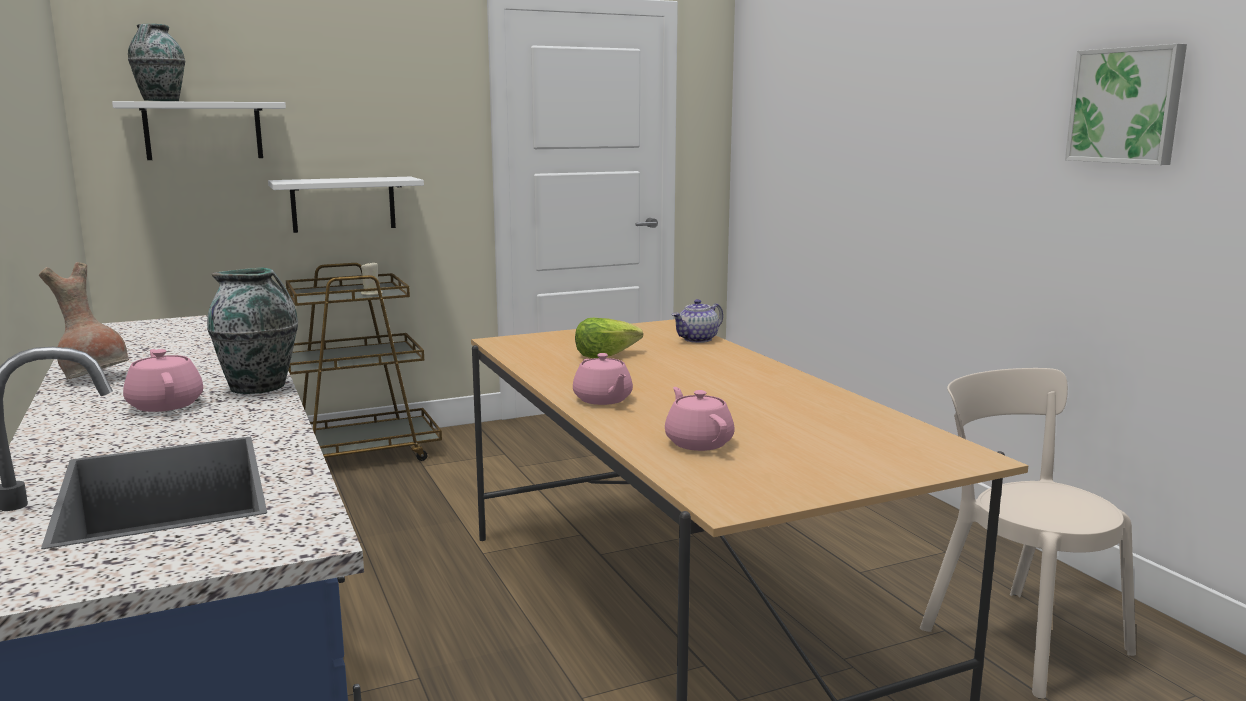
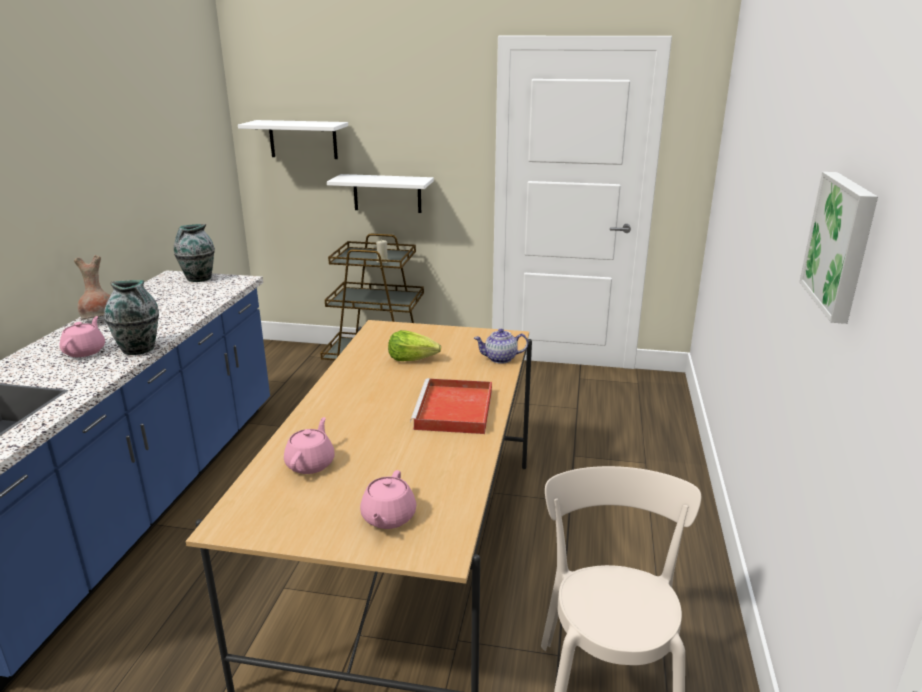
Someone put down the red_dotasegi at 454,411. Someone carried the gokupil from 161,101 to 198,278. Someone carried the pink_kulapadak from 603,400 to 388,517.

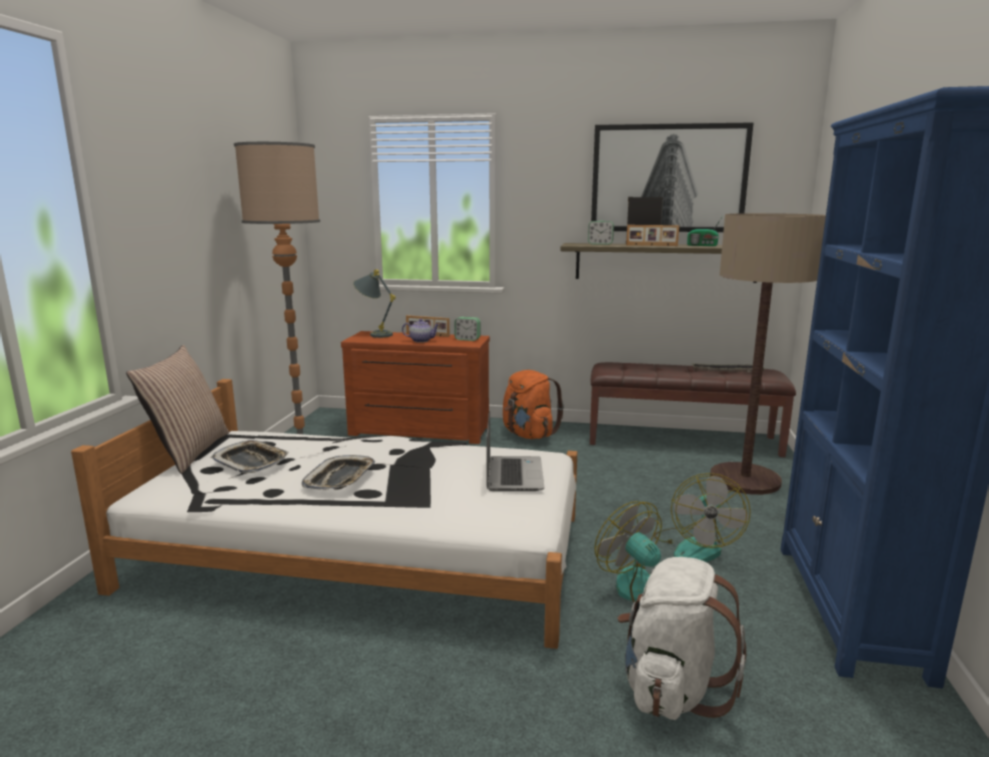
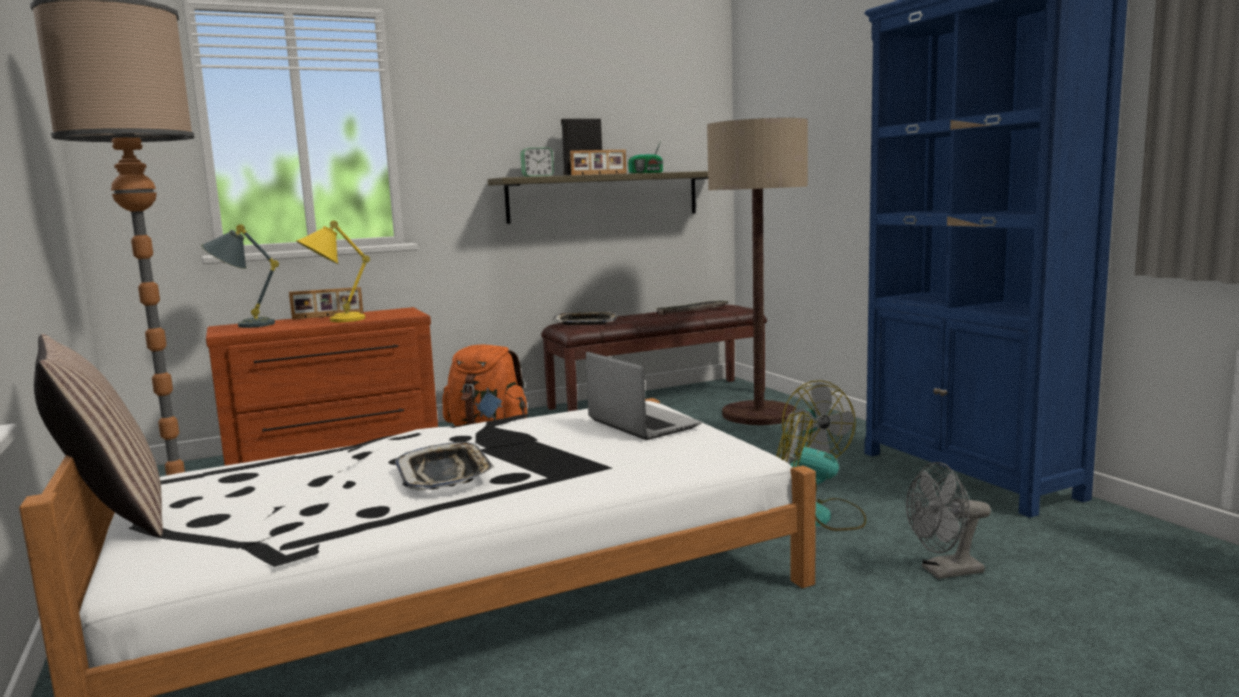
Someone took away the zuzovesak at 467,339. Someone took away the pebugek at 668,178. Someone carried the dotasegi from 251,462 to 585,323. Someone swapped the kulapadak at 421,340 for the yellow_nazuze at 334,321. Someone swapped the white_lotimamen at 671,688 for the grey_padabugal at 944,572.

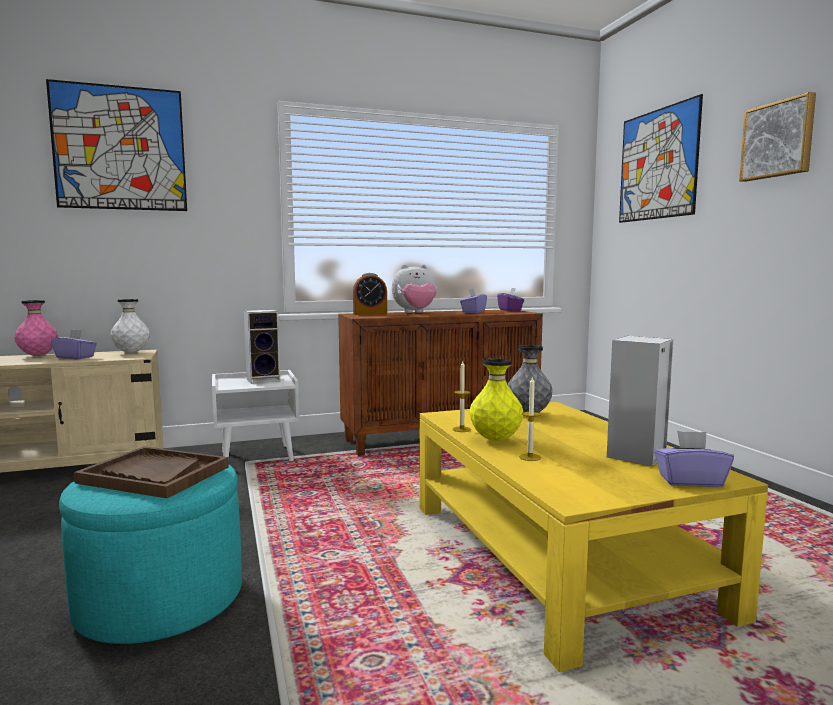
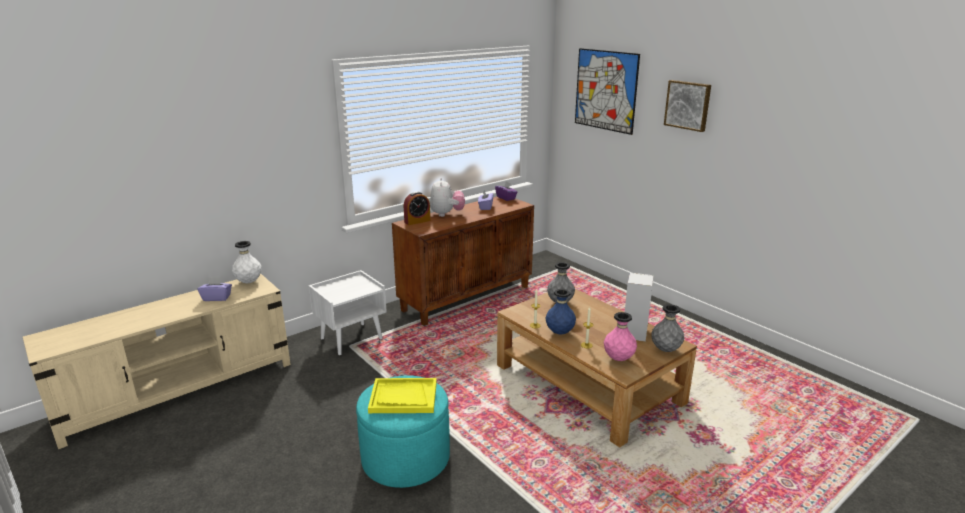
Someone took away the pebugek at 120,148. Someone took away the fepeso at 264,380. Someone carried the pink_gokupil from 38,355 to 618,359. Someone swapped the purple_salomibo at 690,481 for the grey_gokupil at 665,350. Someone repainted the brown_dotasegi at 154,475, which became the yellow_dotasegi at 403,397. Someone repainted the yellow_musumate at 556,556, which became the brown_musumate at 588,384. Someone repainted the yellow_gokupil at 495,440, which became the blue_gokupil at 559,332. Someone rotated the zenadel at 415,313 by 60 degrees counterclockwise.

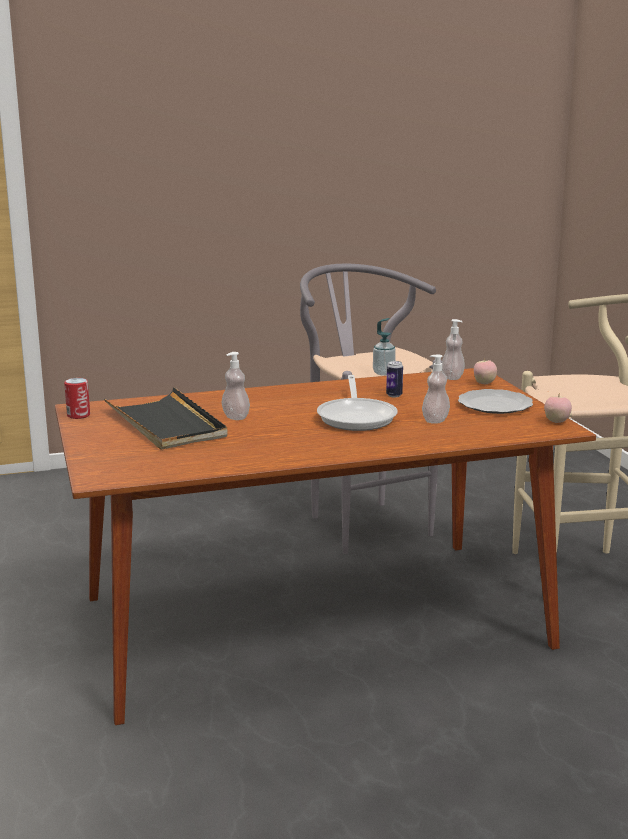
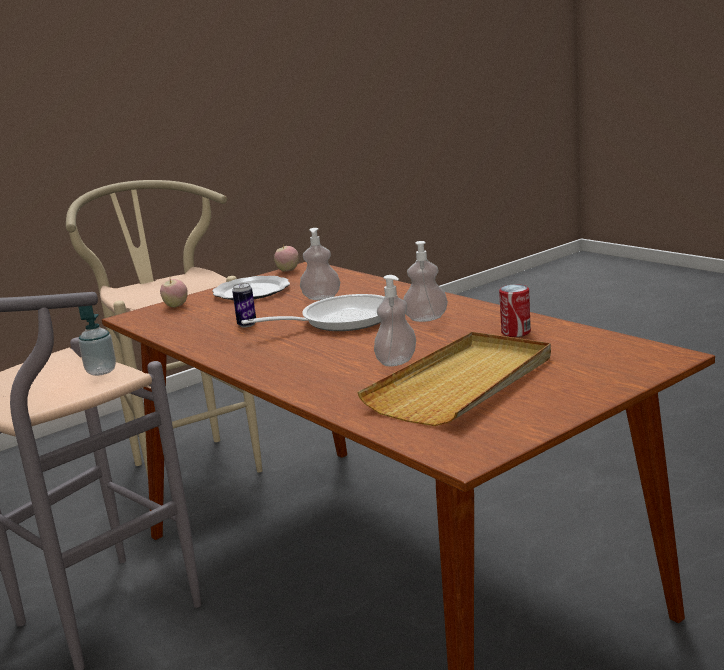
Someone carried the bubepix from 78,415 to 516,332. Someone carried the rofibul from 452,377 to 426,319. Someone repainted the black_dotasegi at 166,424, which became the beige_dotasegi at 463,383.

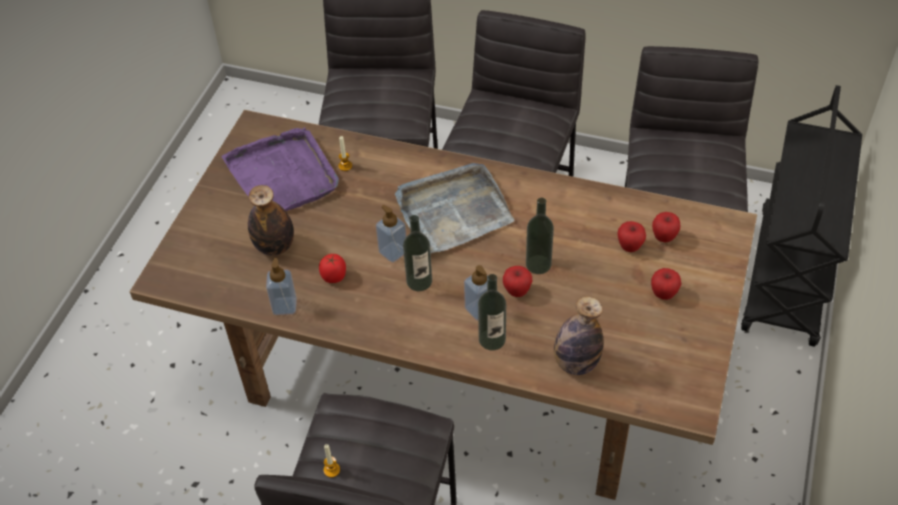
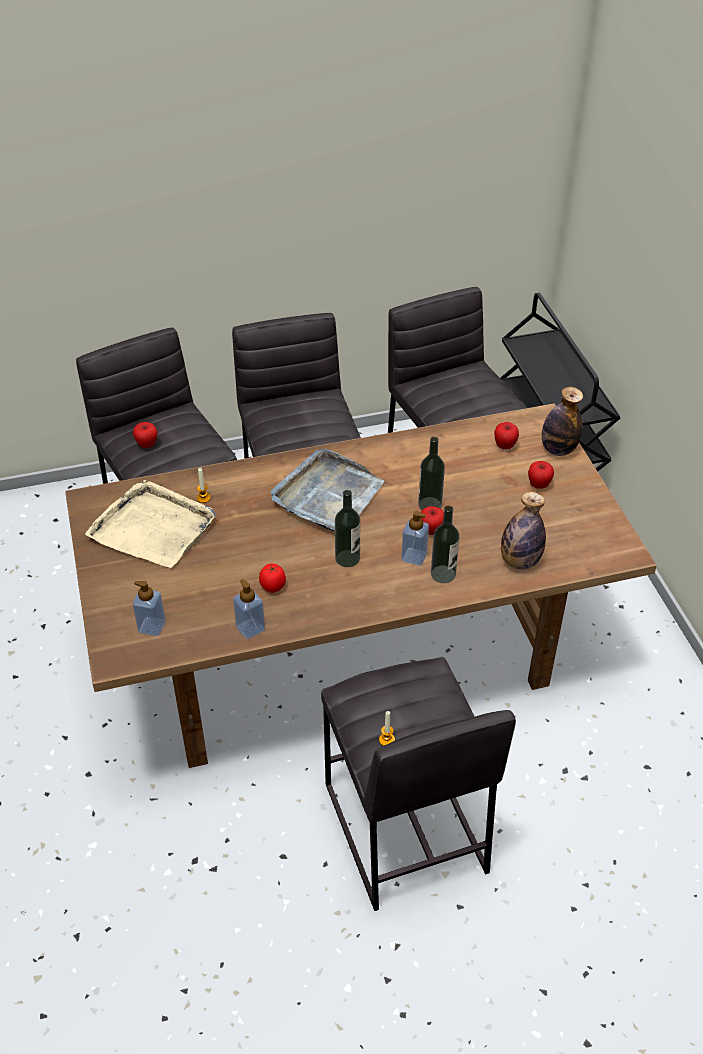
Someone carried the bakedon from 275,246 to 558,449. Someone carried the rofibul from 393,252 to 152,627. Someone carried the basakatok from 629,247 to 147,445. Someone repainted the purple_dotasegi at 283,175, which became the beige_dotasegi at 153,528.

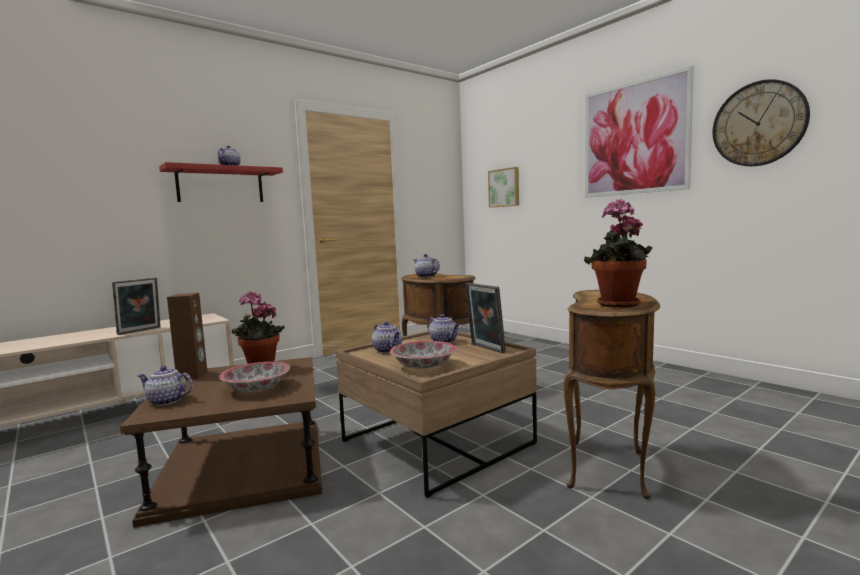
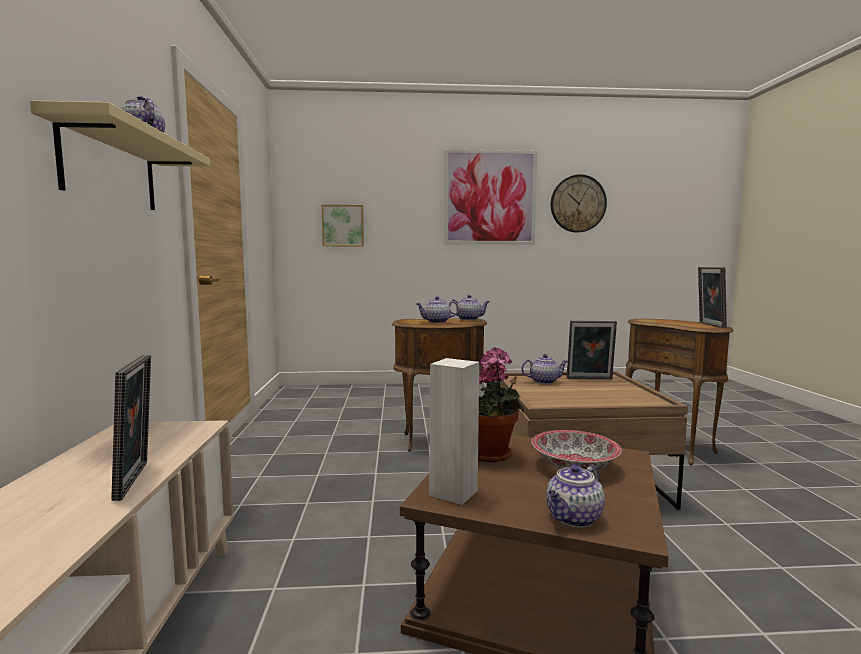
Someone took away the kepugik at 423,366. Someone carried the kulapadak from 388,350 to 469,319. Someone swapped the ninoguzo at 618,305 for the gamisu at 709,325. Someone repainted the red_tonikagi at 220,185, which became the beige_tonikagi at 110,168. Someone repainted the brown_fepeso at 192,375, which became the white_fepeso at 453,493.

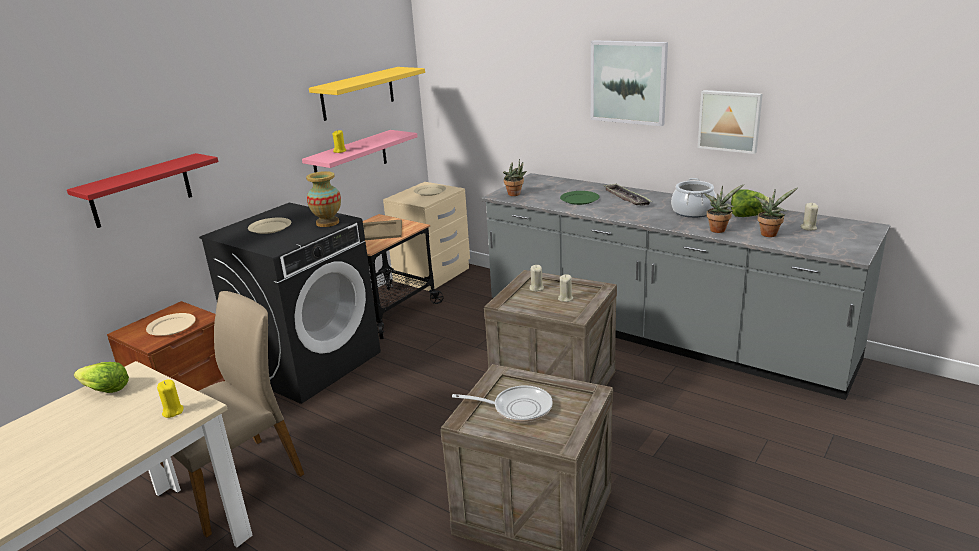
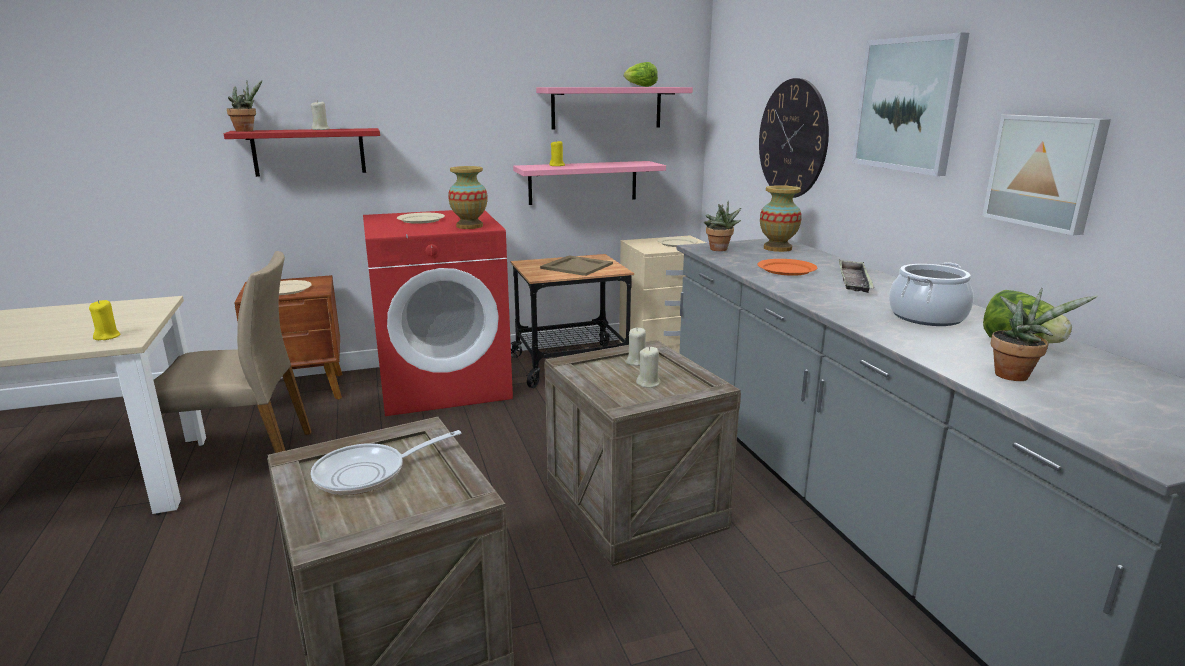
Someone put up the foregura at 792,139. Someone put down the gokupil at 777,248. Someone carried the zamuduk from 105,390 to 639,86. Someone carried the ninoguzo from 718,229 to 247,131. Someone carried the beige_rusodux from 808,228 to 321,129. Someone repainted the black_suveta at 309,362, which became the red_suveta at 444,384. Someone repainted the yellow_tonikagi at 358,93, which became the pink_tonikagi at 606,107. Someone repainted the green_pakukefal at 580,199, which became the orange_pakukefal at 787,269. Someone rotated the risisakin at 517,408 by 105 degrees clockwise.

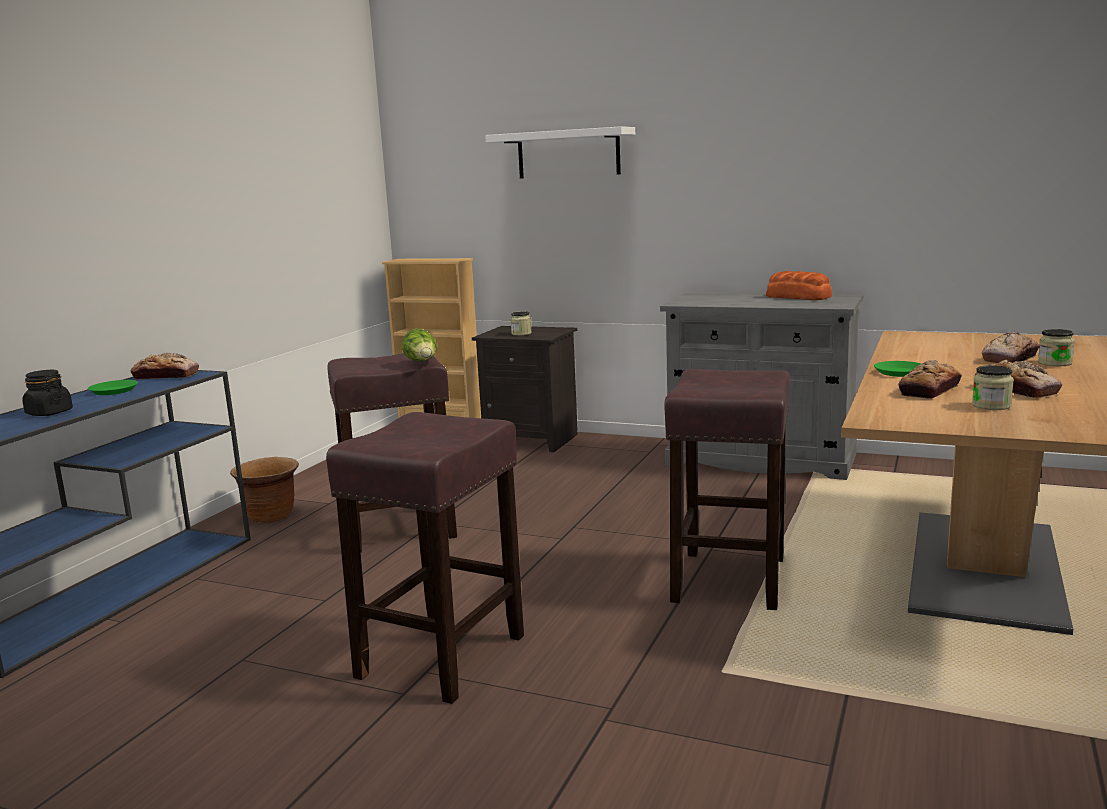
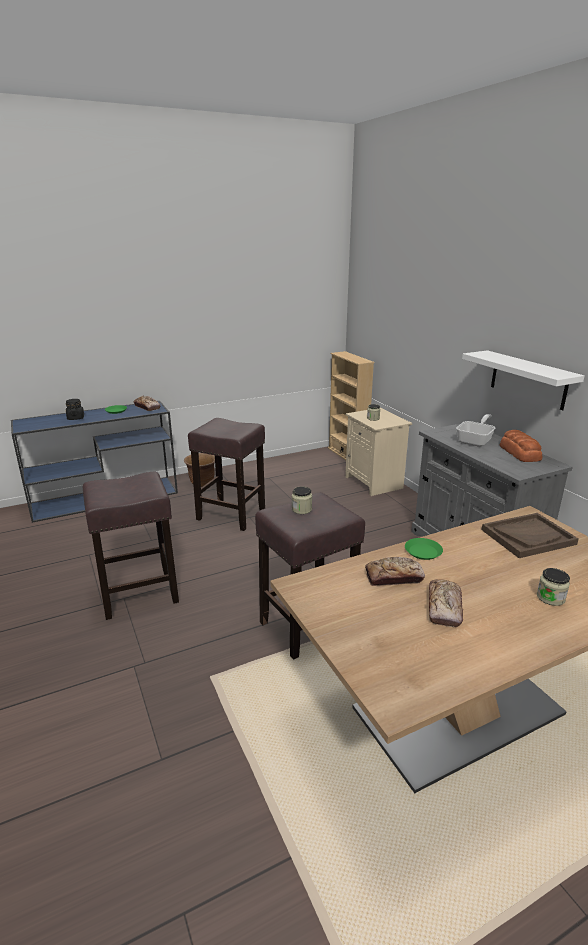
Someone took away the zamuduk at 422,362. Someone took away the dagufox at 1010,358. Someone put down the risisakin at 476,440. Someone put down the brown_dotasegi at 528,537. Someone carried the white_tonikagi from 568,154 to 528,379. Someone carried the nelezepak from 991,406 to 301,509. Someone repainted the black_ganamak at 533,440, which became the beige_ganamak at 375,482.

